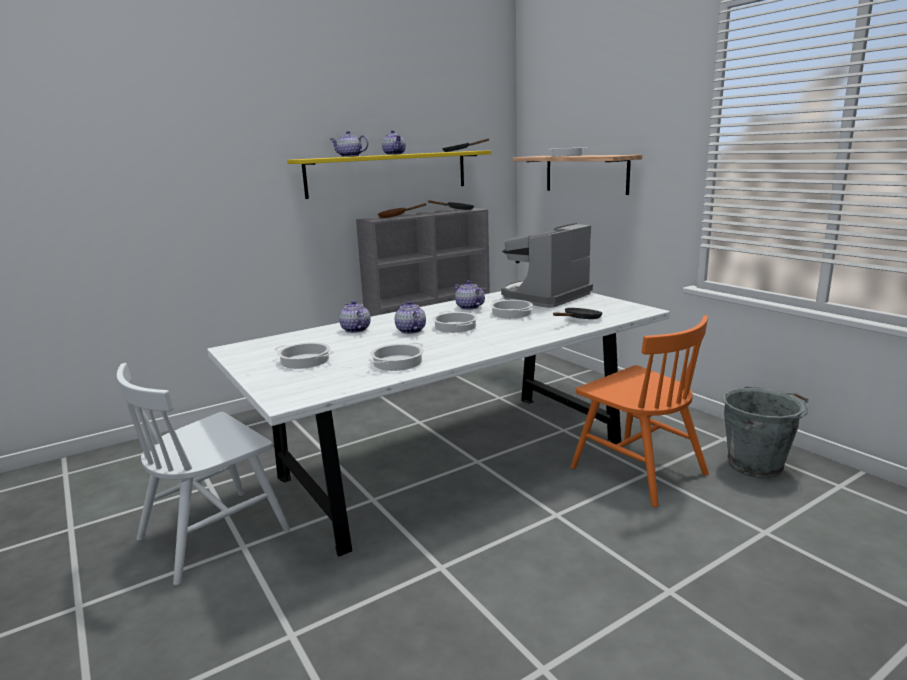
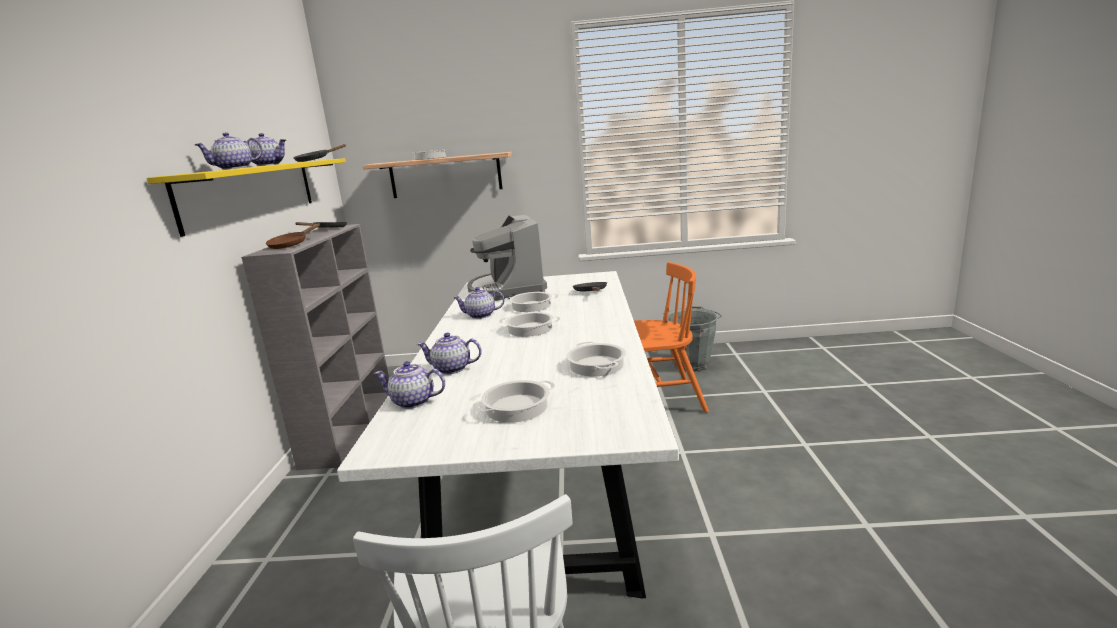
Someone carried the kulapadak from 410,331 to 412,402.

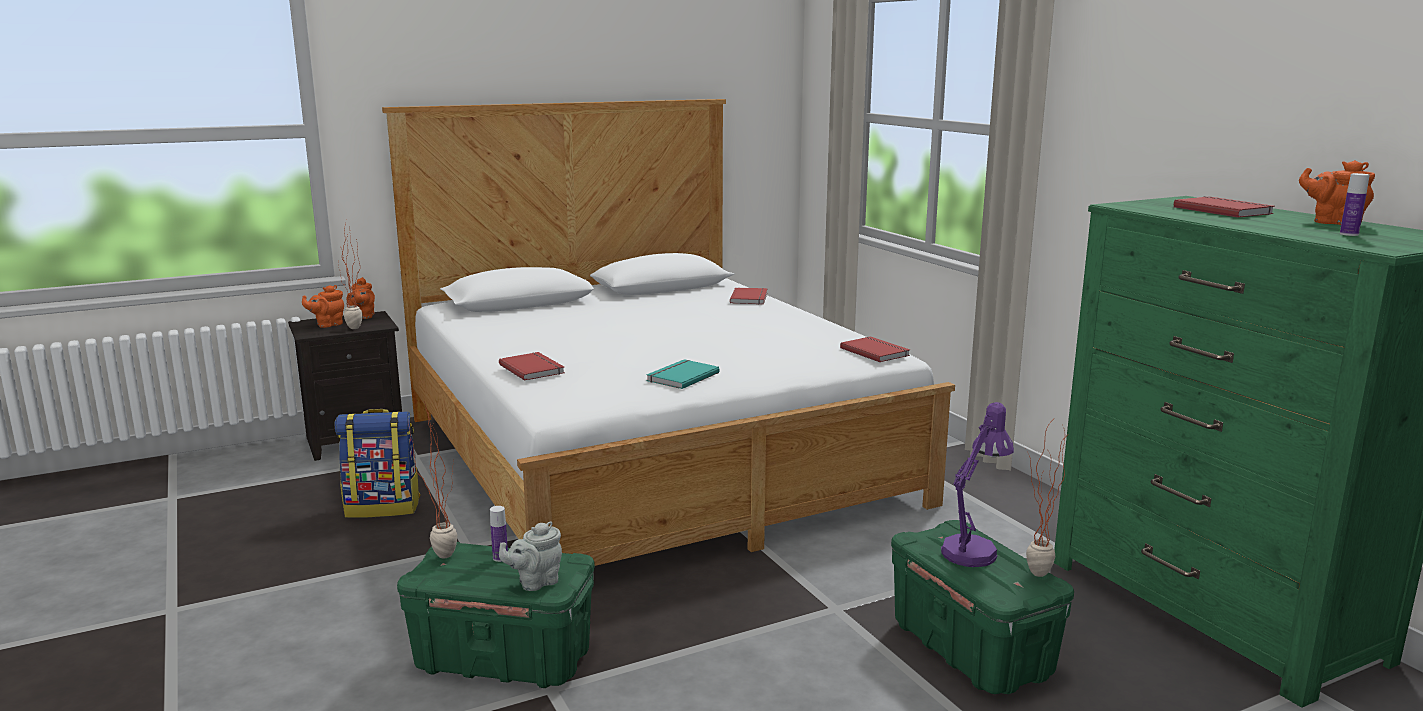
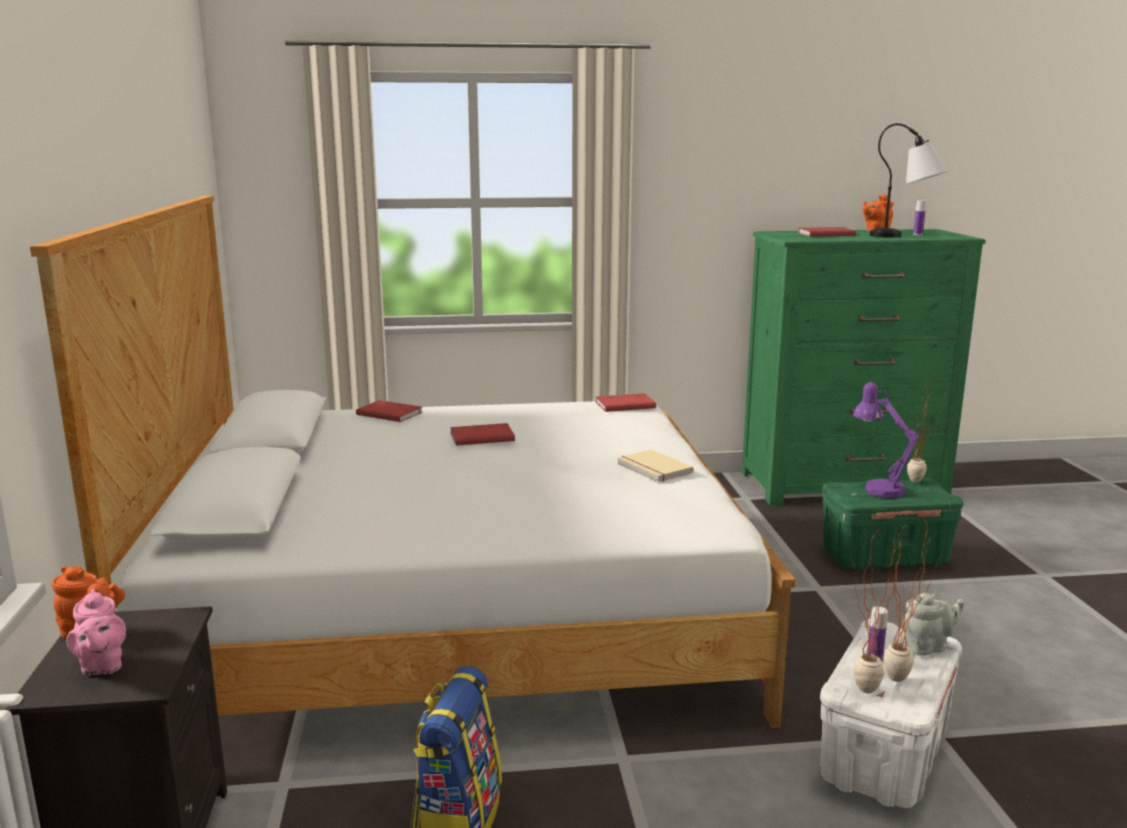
Someone put down the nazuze at 906,237. Someone carried the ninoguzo from 355,329 to 905,678. Someone carried the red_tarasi from 533,368 to 481,436. Someone repainted the orange_kulapadak at 327,324, which became the pink_kulapadak at 101,666. Someone repainted the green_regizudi at 505,659, which became the white_regizudi at 883,755. Someone repainted the turquoise_tarasi at 681,376, which became the beige_tarasi at 653,469. Someone rotated the grey_kulapadak at 535,582 by 90 degrees counterclockwise.

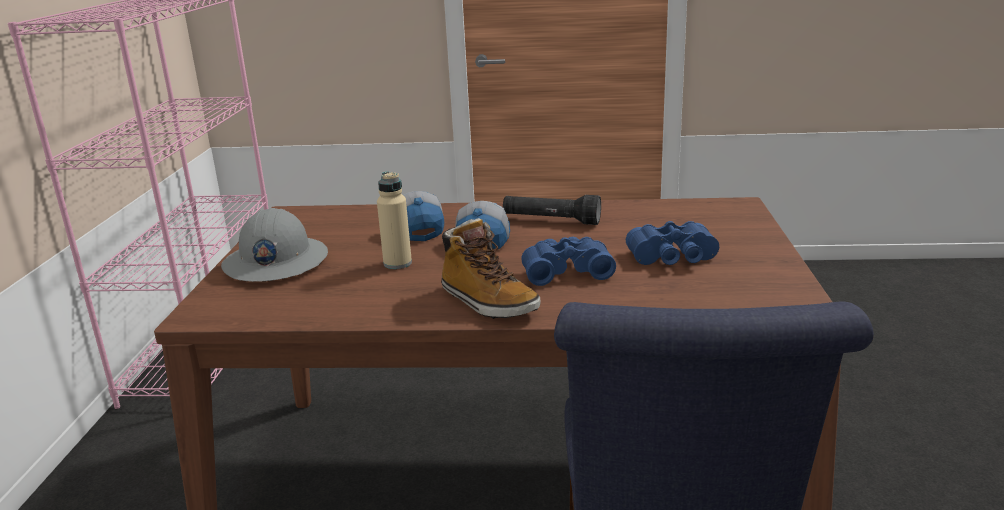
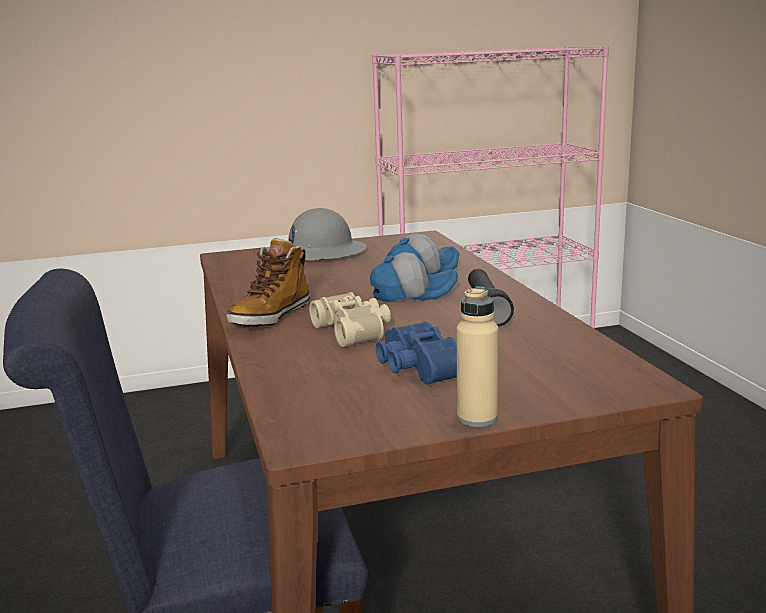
Someone carried the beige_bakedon from 397,263 to 477,418. Someone repainted the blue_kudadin at 566,271, which became the beige_kudadin at 354,331.

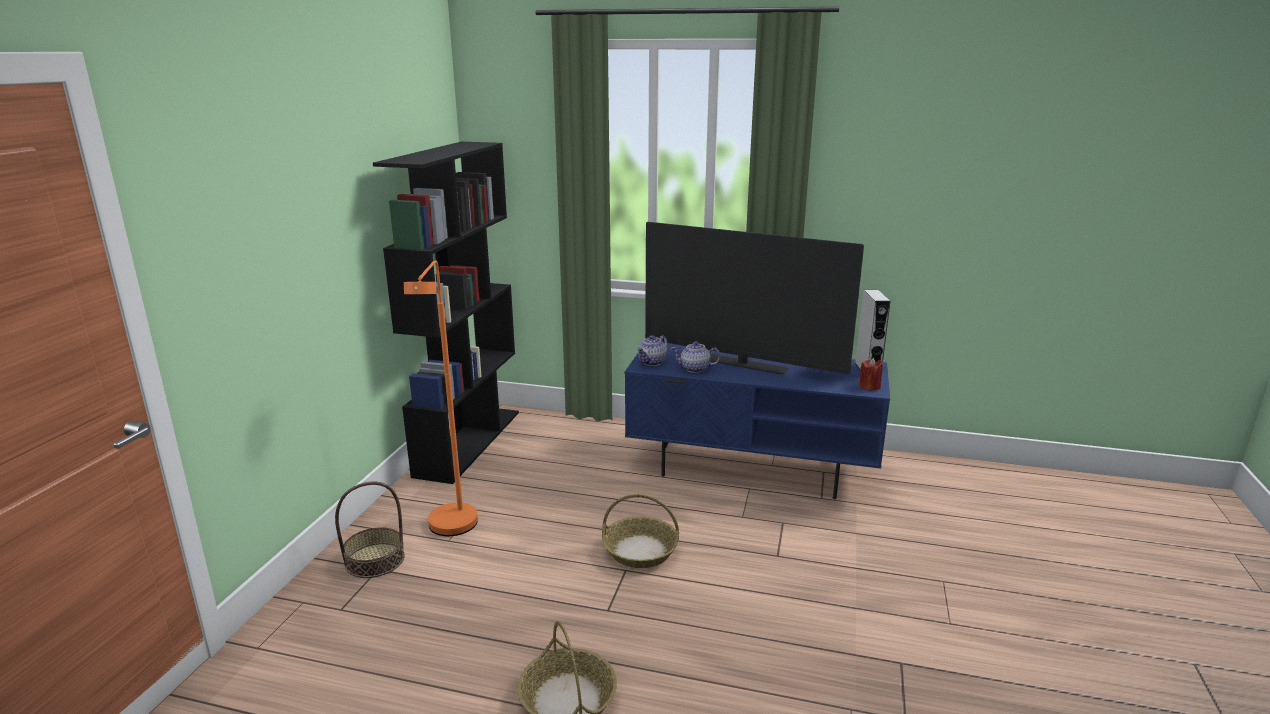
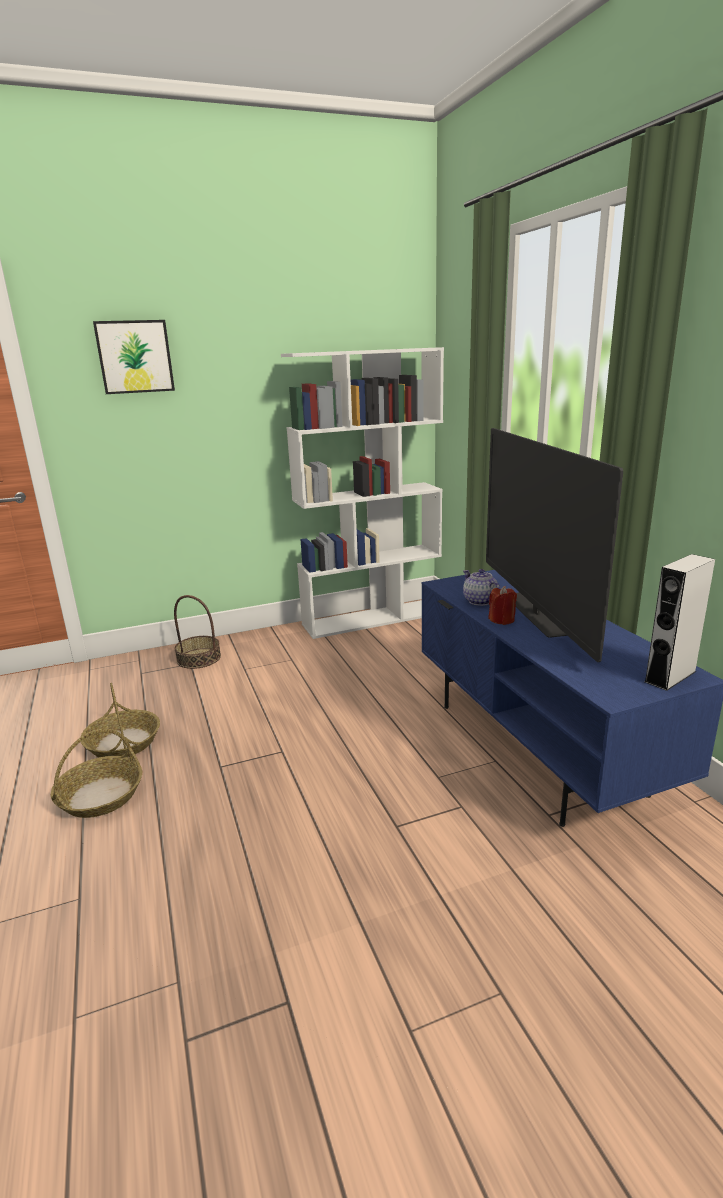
Someone took away the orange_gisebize at 452,530. Someone took away the kulapadak at 652,362. Someone put up the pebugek at 135,357. Someone carried the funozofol from 640,551 to 123,742. Someone carried the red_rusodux from 869,386 to 502,620. Someone repainted the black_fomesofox at 468,442, which became the white_fomesofox at 372,618.

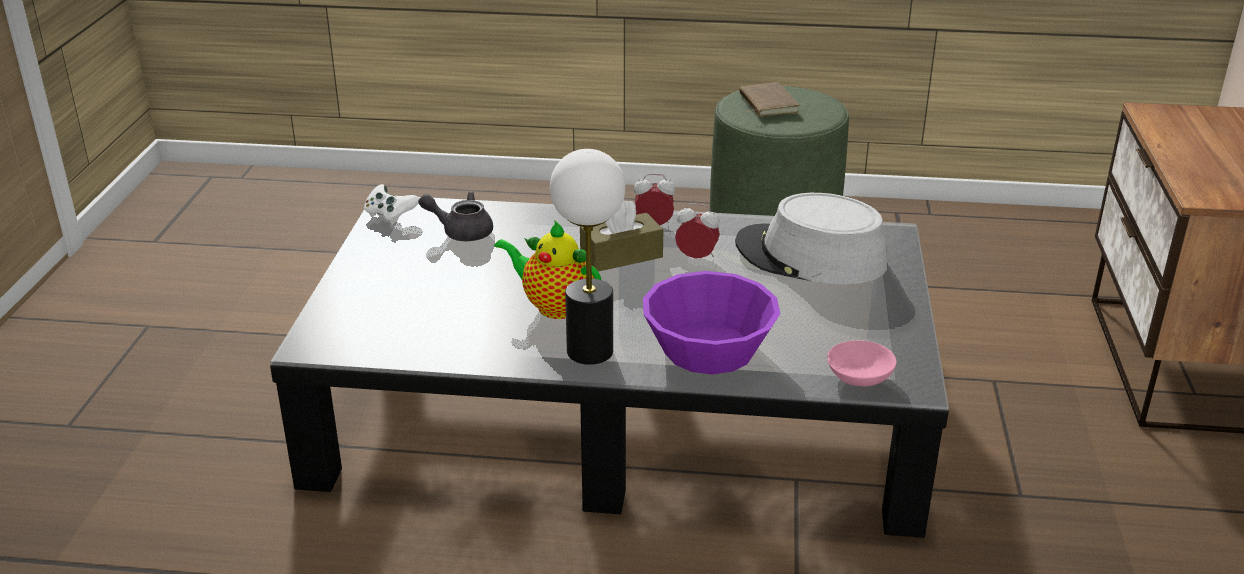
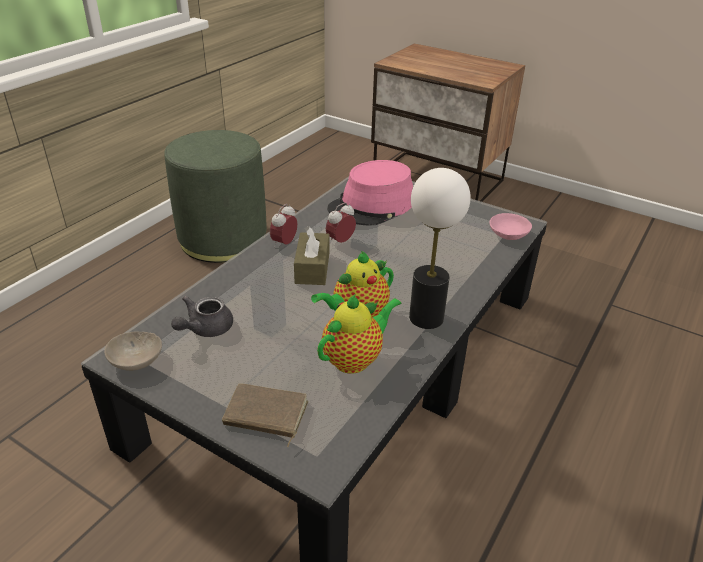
Someone took away the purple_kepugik at 708,348. Someone put down the kulapadak at 355,359. Someone carried the brown_tarasi from 766,104 to 265,415. Someone swapped the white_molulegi at 390,215 for the beige_kepugik at 135,361. Someone repainted the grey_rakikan at 810,256, which became the pink_rakikan at 372,206.

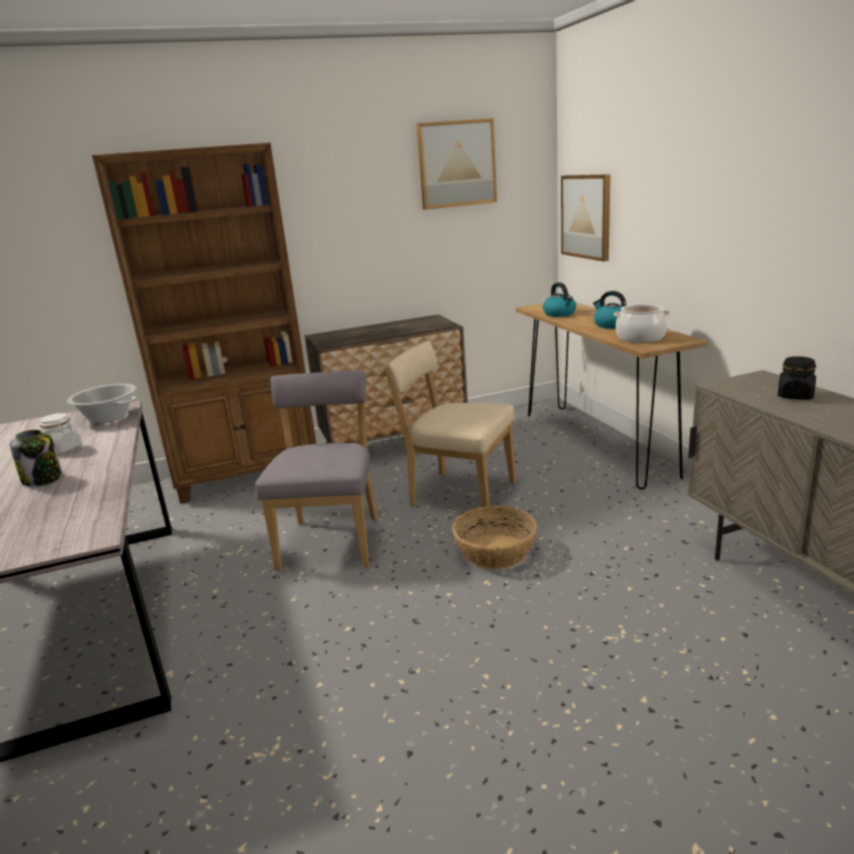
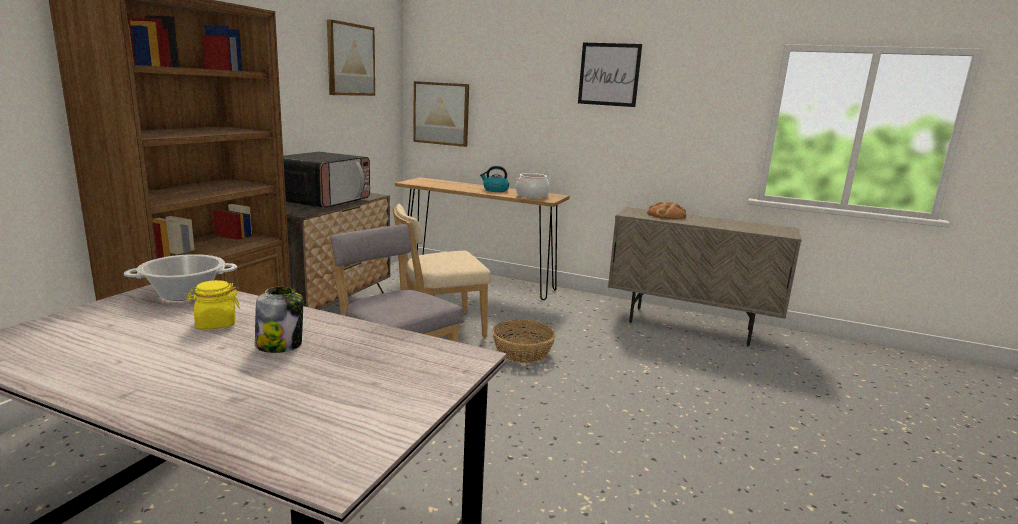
Someone took away the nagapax at 560,314. Someone put down the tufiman at 323,201. Someone put up the pebugek at 609,74. Someone swapped the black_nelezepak at 795,396 for the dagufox at 666,215. Someone repainted the white_nelezepak at 62,449, which became the yellow_nelezepak at 216,324.

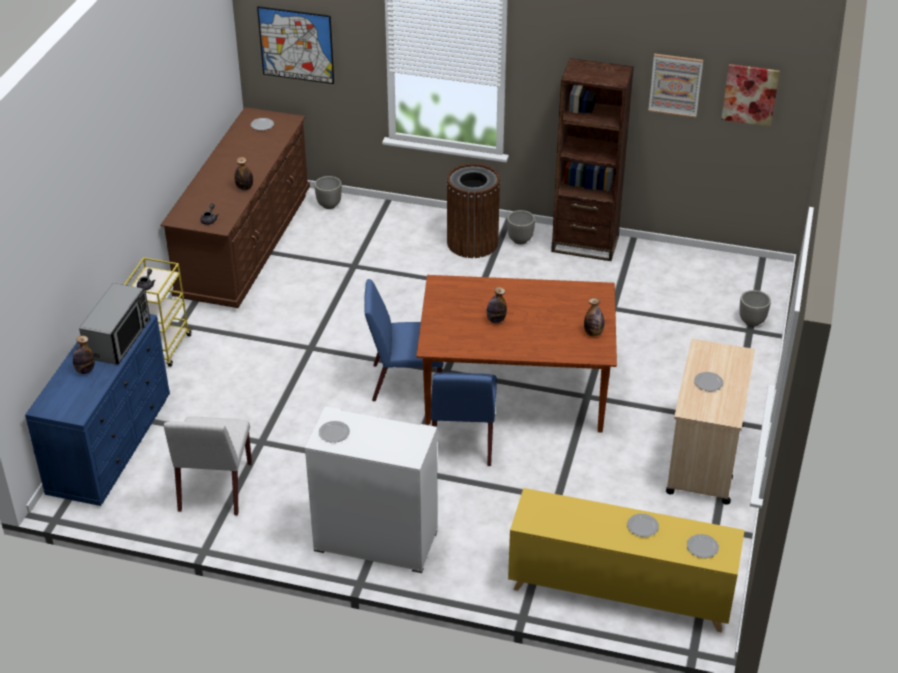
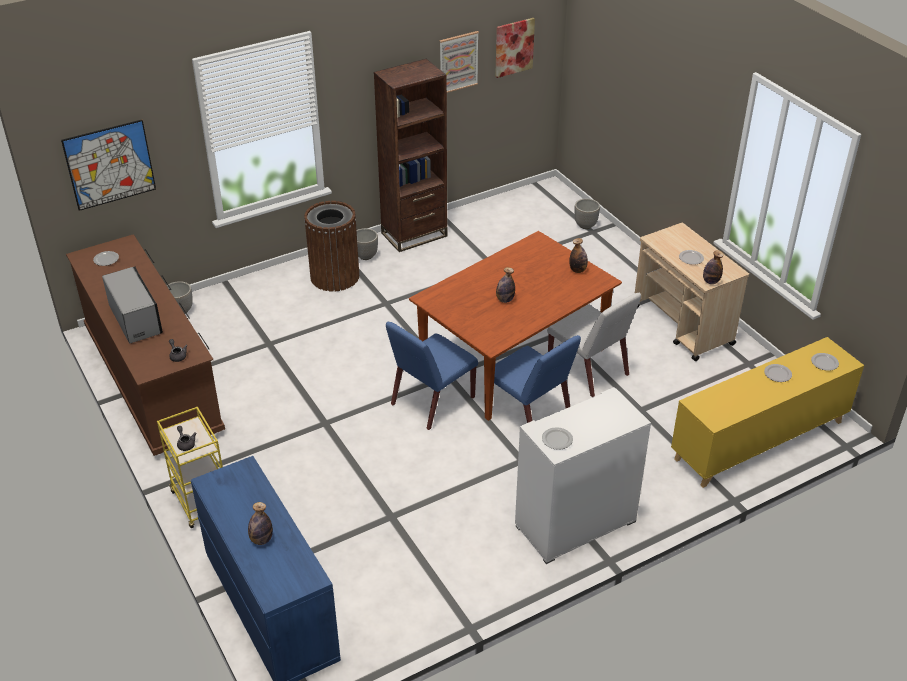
Someone carried the tufiman from 119,339 to 136,319. Someone carried the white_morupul from 215,488 to 588,370. Someone carried the bakedon from 244,188 to 710,281.

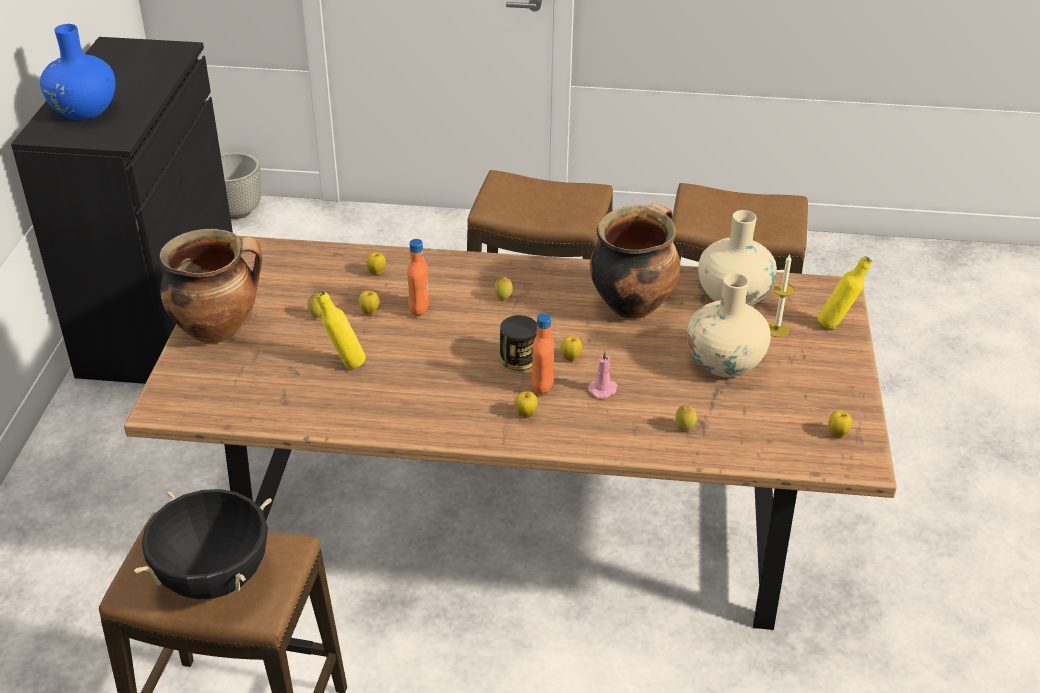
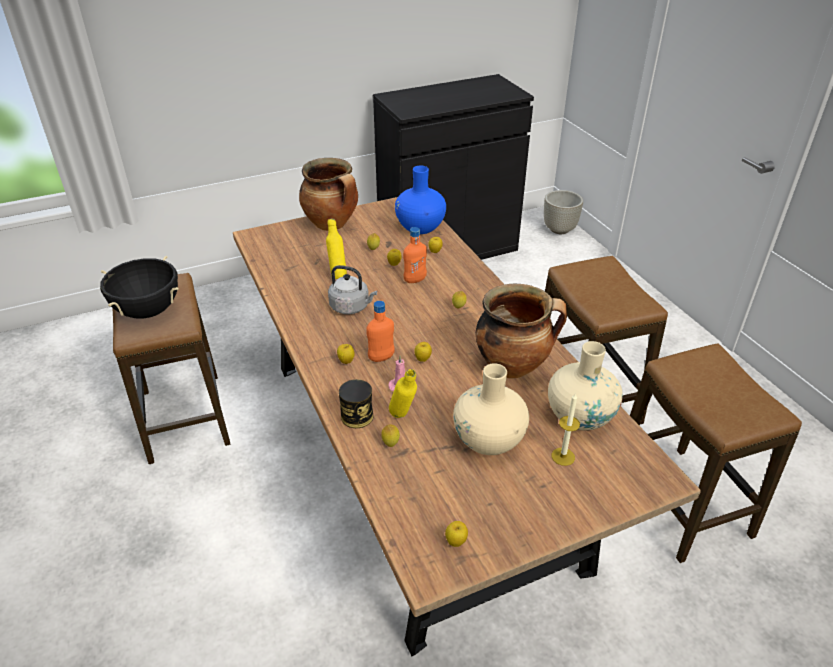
Someone put down the grey_nagapax at 351,307. Someone carried the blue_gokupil from 84,111 to 420,227. Someone carried the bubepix from 518,358 to 357,416. Someone carried the yellow_bakedon from 837,325 to 403,418.

